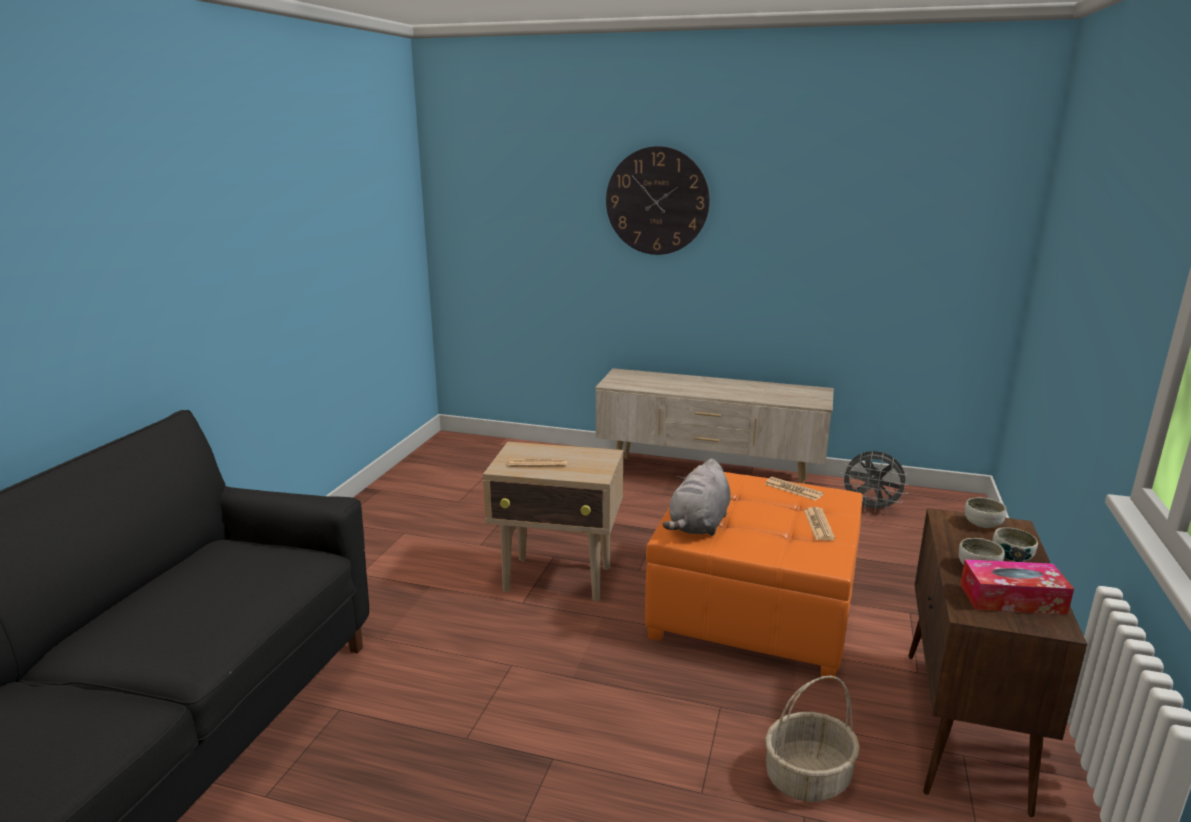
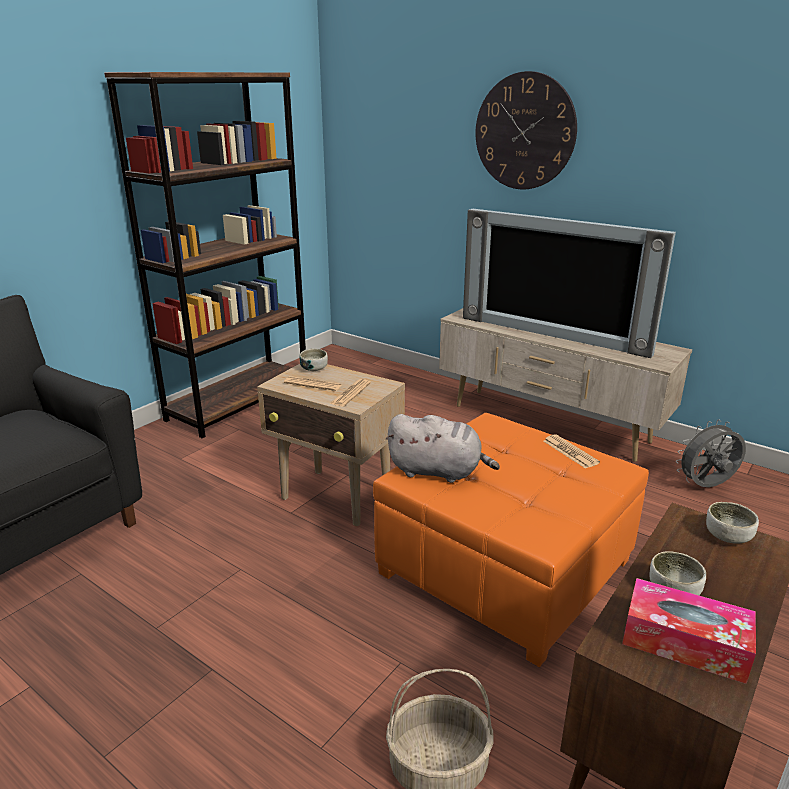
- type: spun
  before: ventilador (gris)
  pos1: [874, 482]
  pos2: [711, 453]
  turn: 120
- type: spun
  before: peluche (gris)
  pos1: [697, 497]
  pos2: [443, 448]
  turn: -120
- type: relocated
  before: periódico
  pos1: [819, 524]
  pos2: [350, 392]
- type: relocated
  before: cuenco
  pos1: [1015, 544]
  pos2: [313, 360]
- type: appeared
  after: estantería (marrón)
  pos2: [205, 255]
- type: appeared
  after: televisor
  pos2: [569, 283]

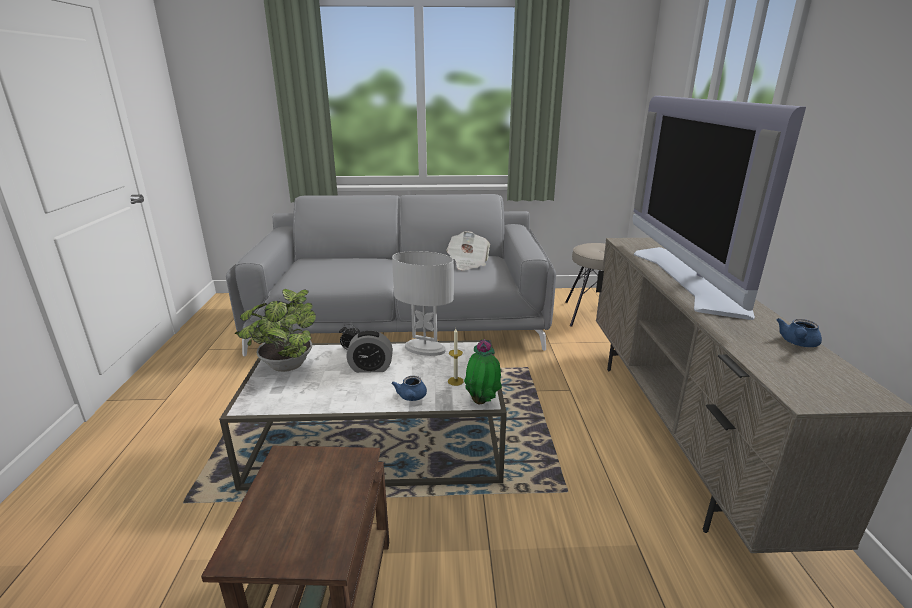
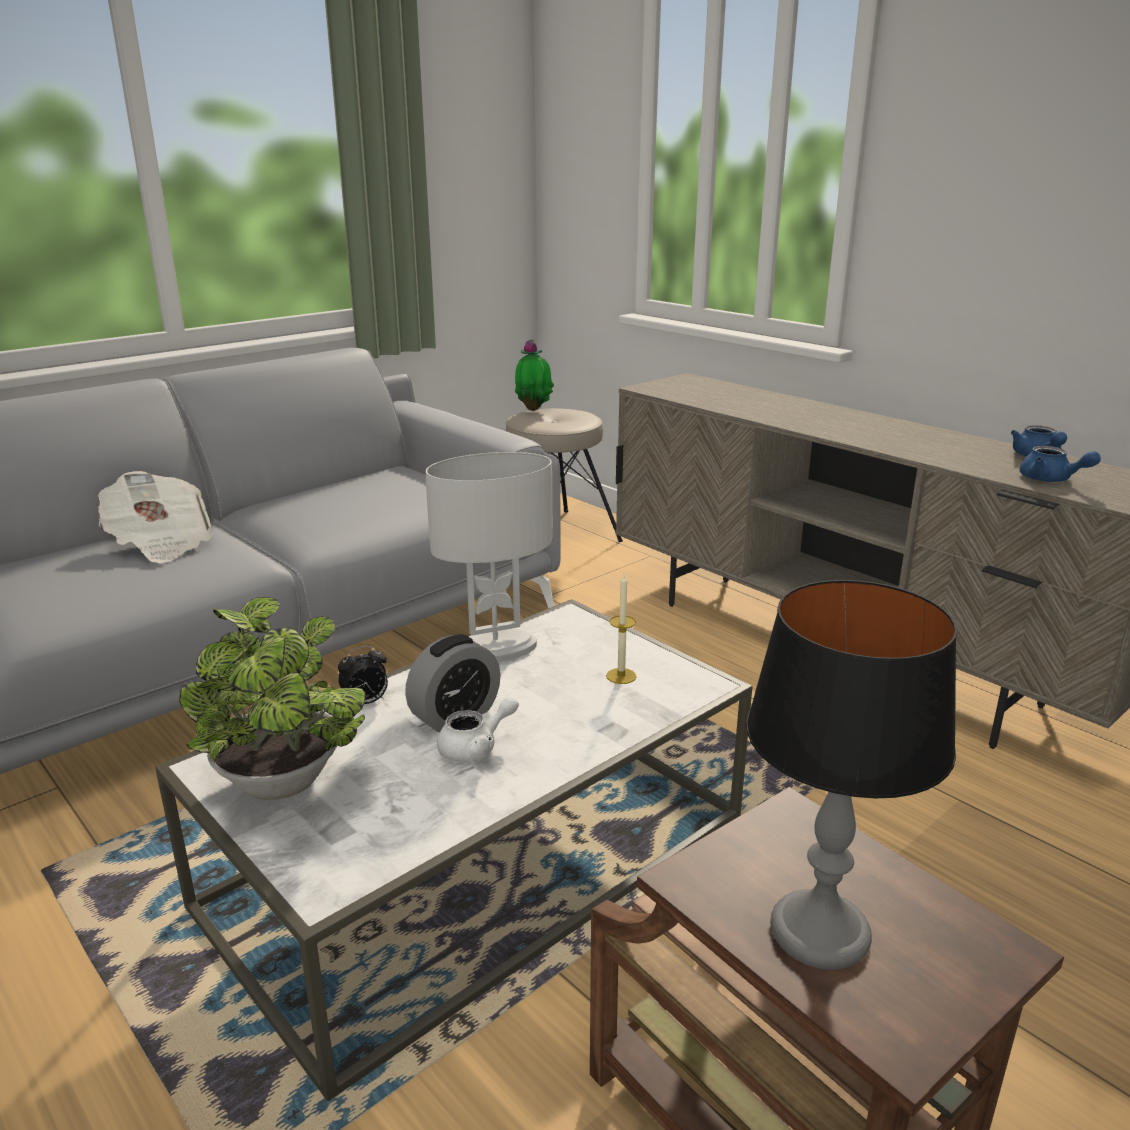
- type: missing
  before: televisor
  pos1: [719, 208]
- type: relocated
  before: periódico
  pos1: [468, 250]
  pos2: [155, 517]
- type: relocated
  before: planta en maceta
  pos1: [483, 371]
  pos2: [534, 375]
- type: relocated
  before: tetera (azul)
  pos1: [409, 388]
  pos2: [1060, 464]
- type: appeared
  after: lámpara de mesa
  pos2: [851, 775]
- type: appeared
  after: tetera (blanco)
  pos2: [478, 728]

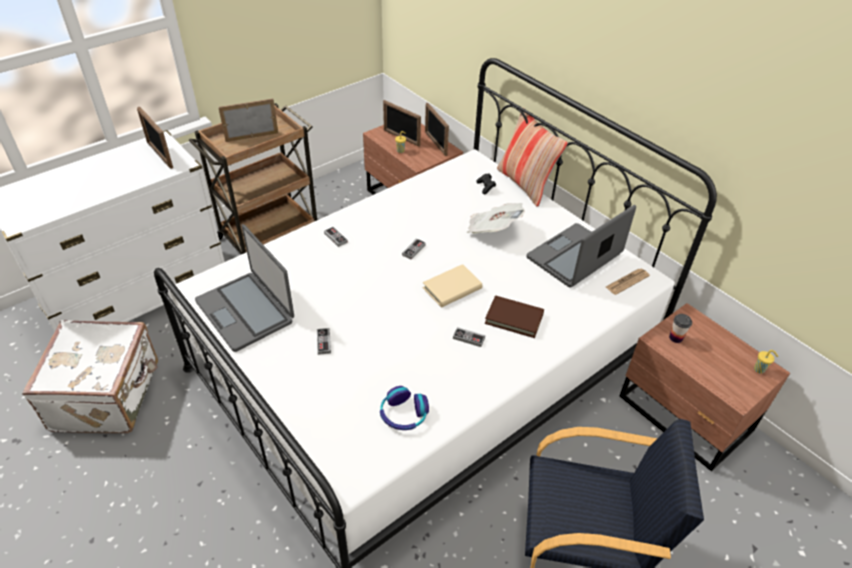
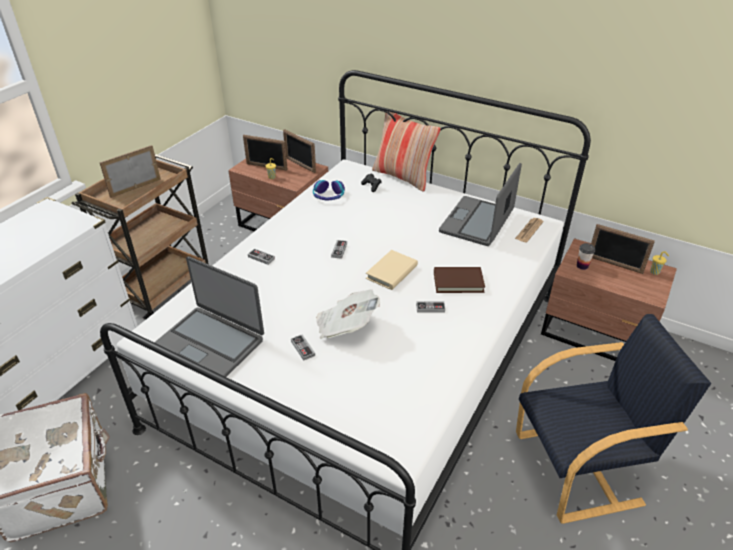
- type: relocated
  before: portarretratos
  pos1: [155, 138]
  pos2: [623, 249]
- type: relocated
  before: periódico
  pos1: [496, 218]
  pos2: [348, 314]
- type: relocated
  before: auriculares
  pos1: [404, 408]
  pos2: [329, 190]

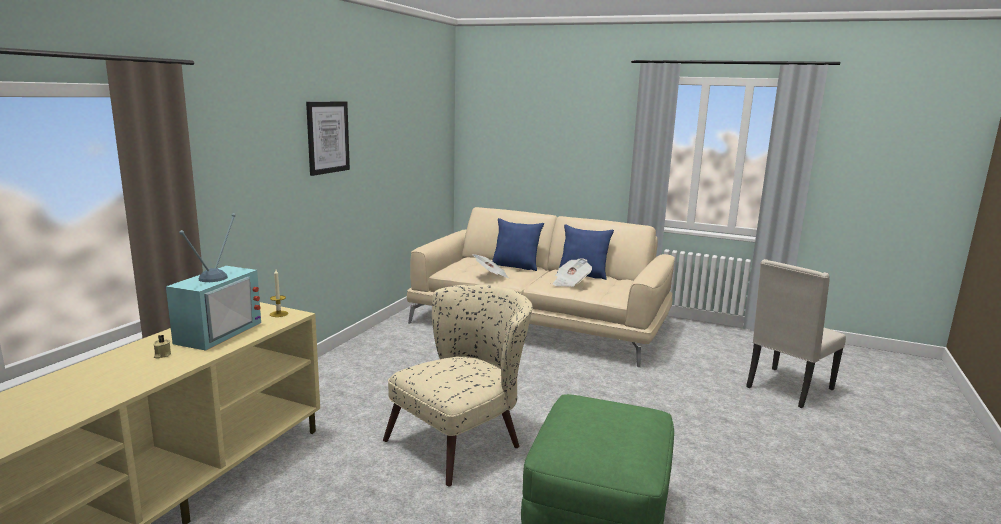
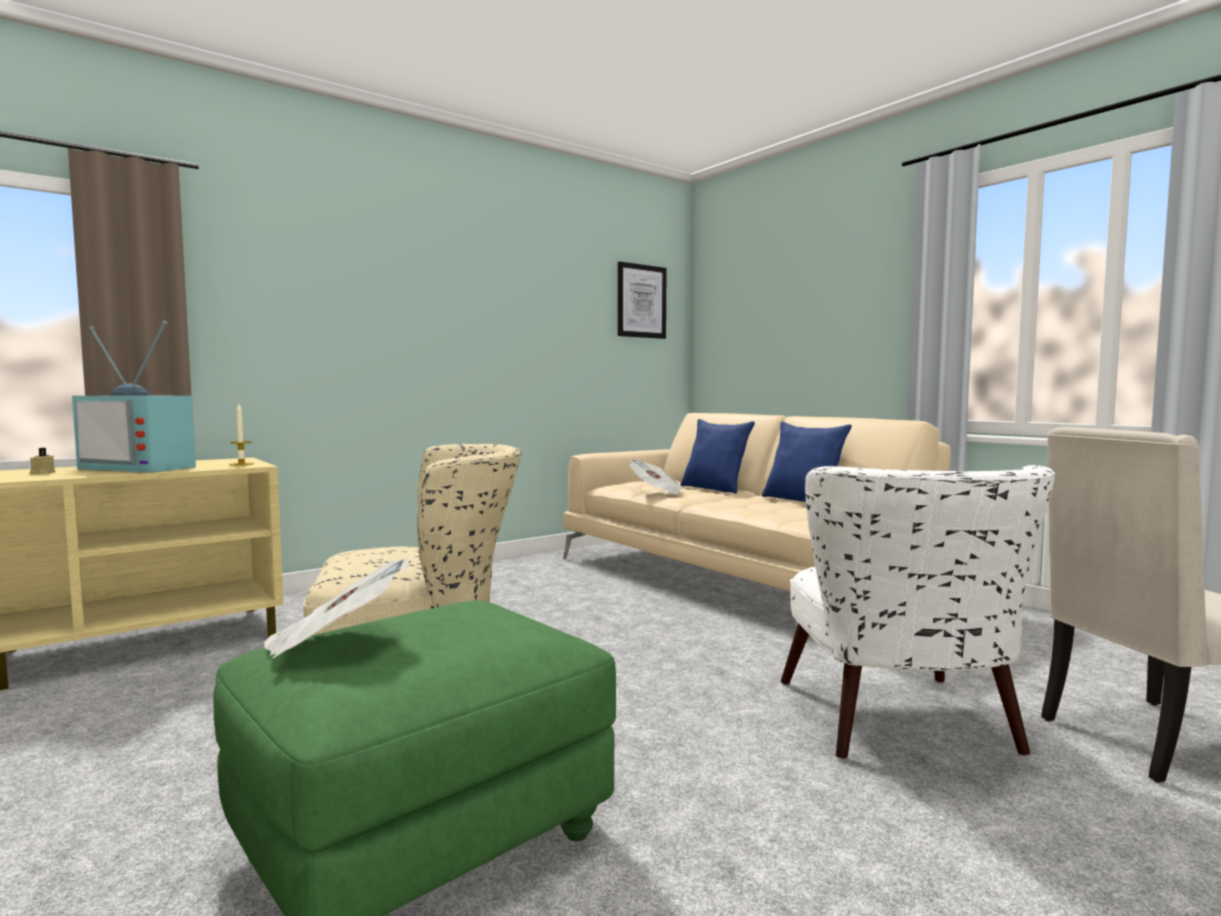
- type: relocated
  before: cuadro
  pos1: [328, 138]
  pos2: [642, 300]
- type: spun
  before: televisor
  pos1: [213, 282]
  pos2: [134, 397]
  turn: 60
- type: relocated
  before: periódico
  pos1: [572, 272]
  pos2: [336, 609]
- type: appeared
  after: sillón (blanco)
  pos2: [918, 612]

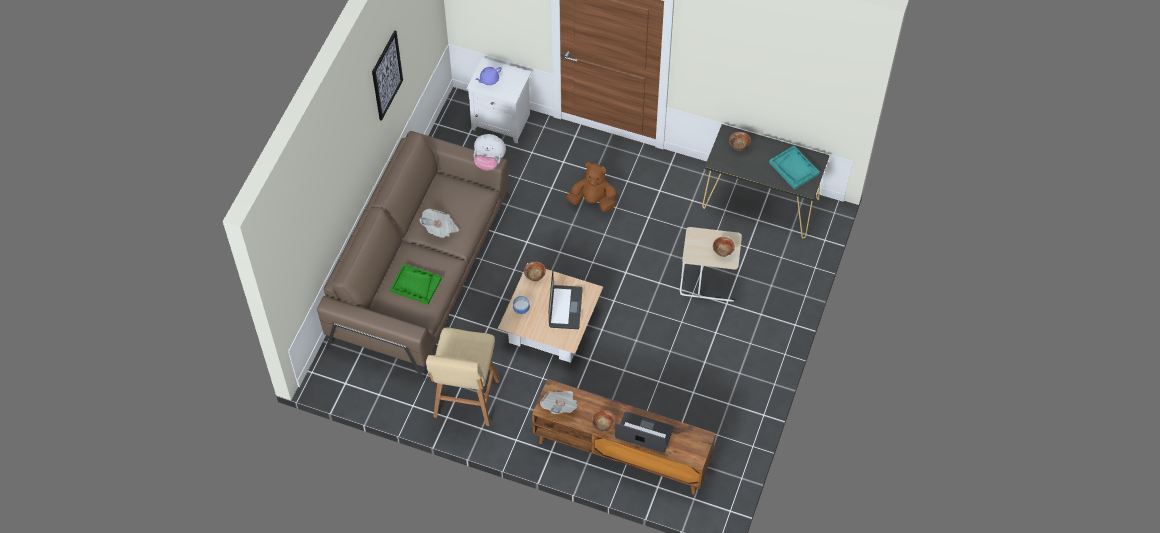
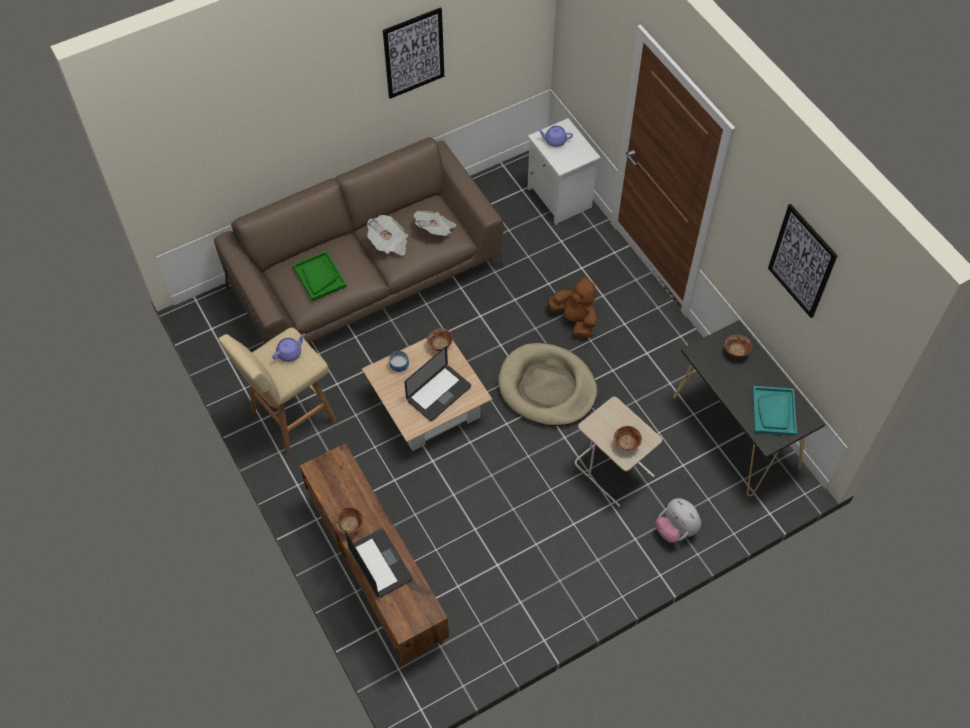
- type: relocated
  before: peluche
  pos1: [489, 152]
  pos2: [678, 520]
- type: relocated
  before: periódico
  pos1: [559, 402]
  pos2: [435, 223]
- type: appeared
  after: cuadro
  pos2: [803, 261]
- type: appeared
  after: tetera (morado)
  pos2: [288, 348]
- type: appeared
  after: cama para perro (beis)
  pos2: [547, 384]

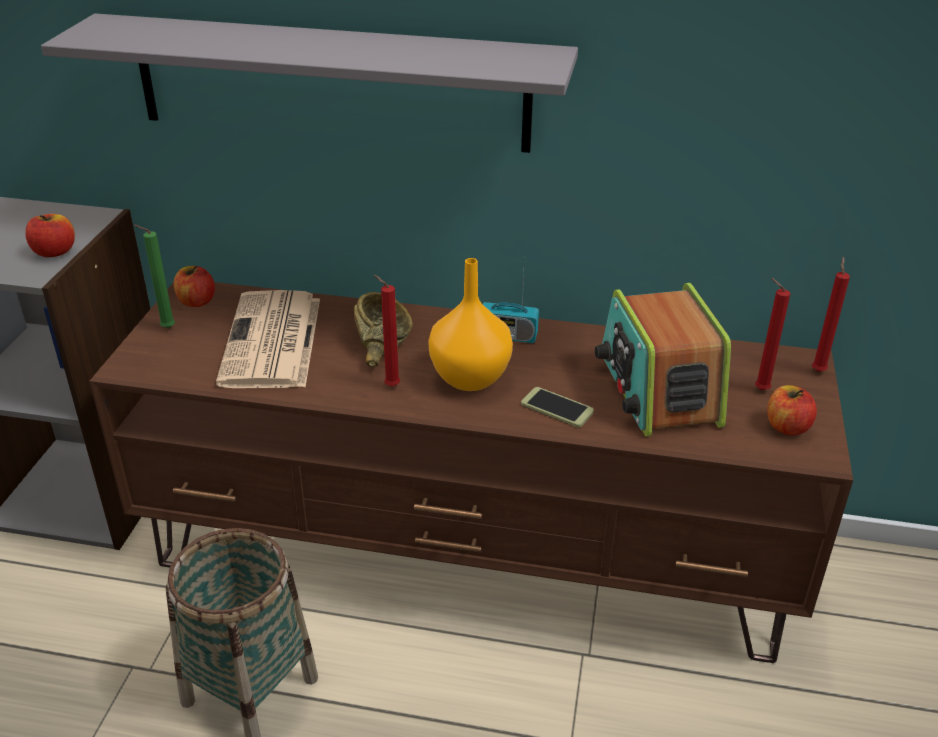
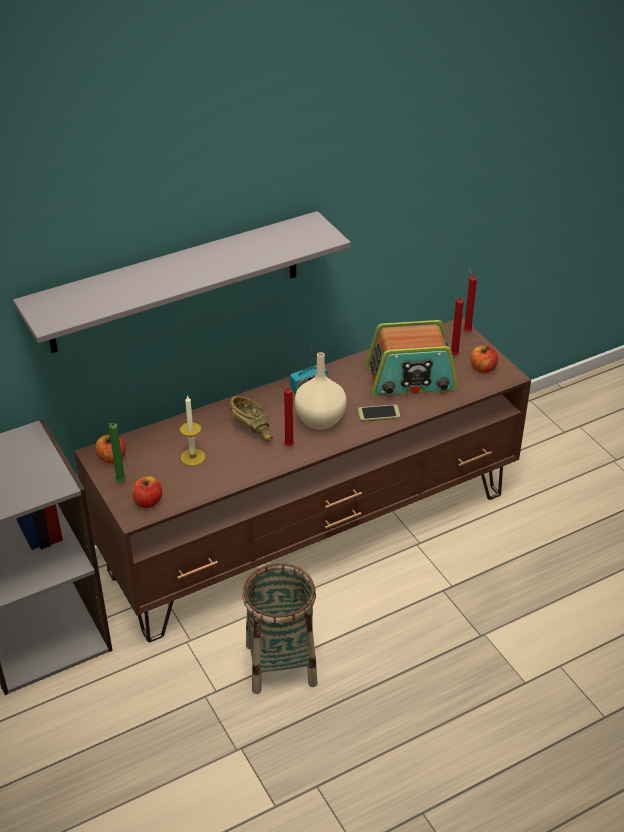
- type: relocated
  before: manzana
  pos1: [50, 235]
  pos2: [147, 492]
- type: colour
  before: florero (naranja)
  after: florero (beis)
  pos1: [470, 324]
  pos2: [320, 391]
- type: spun
  before: radio
  pos1: [663, 360]
  pos2: [411, 358]
  turn: -45
- type: exchanged
  before: periódico
  after: vela
  pos1: [268, 339]
  pos2: [192, 430]

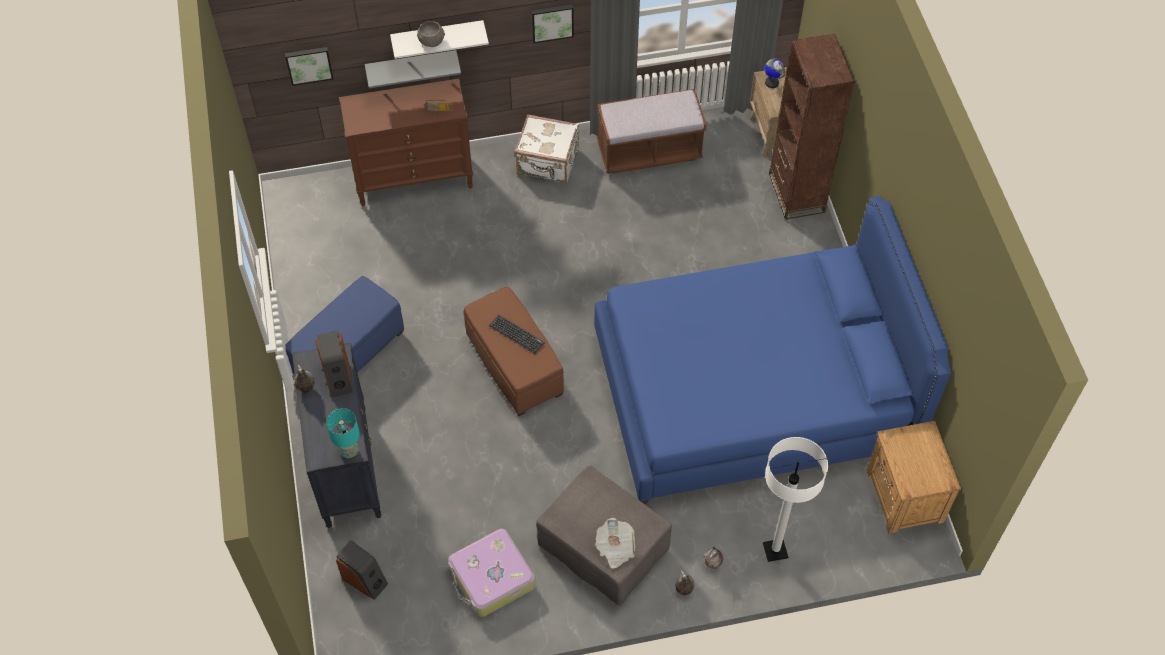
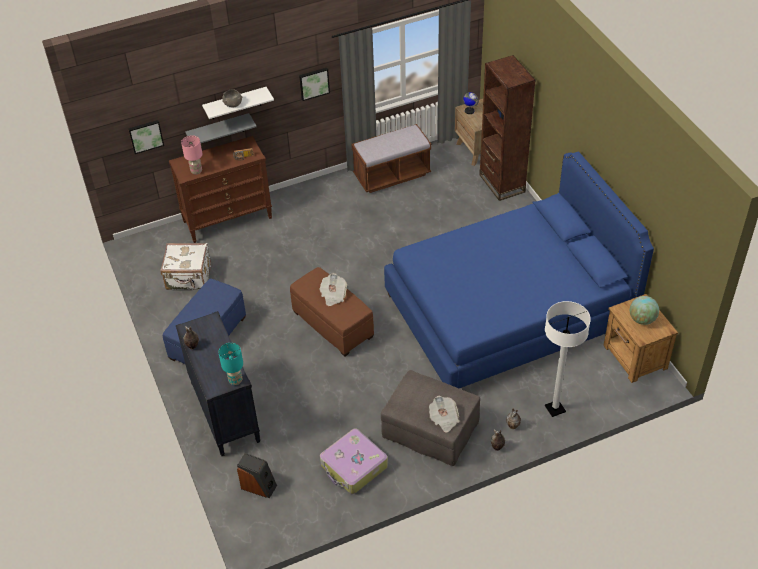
- type: relocated
  before: maleta (blanco)
  pos1: [547, 148]
  pos2: [185, 266]
- type: exchanged
  before: teclado
  after: periódico
  pos1: [517, 334]
  pos2: [333, 289]
- type: missing
  before: altavoz
  pos1: [334, 363]
- type: appeared
  after: lámpara de mesa (rosa)
  pos2: [191, 155]
- type: appeared
  after: globo terráqueo
  pos2: [644, 310]

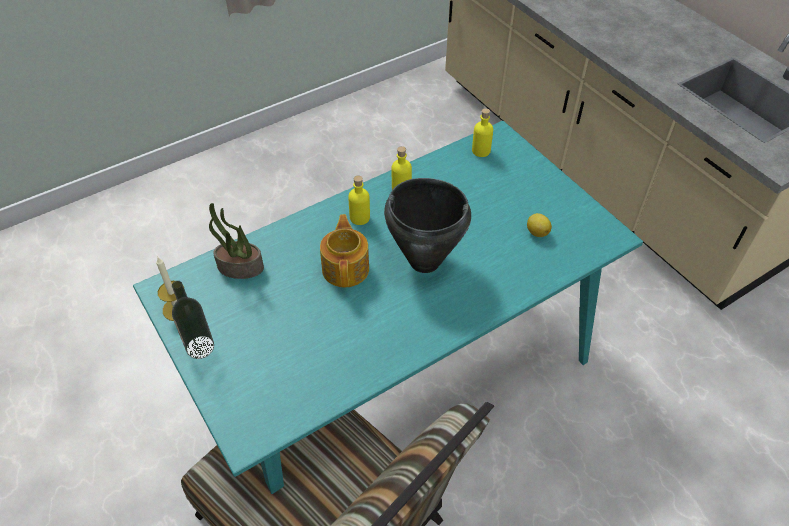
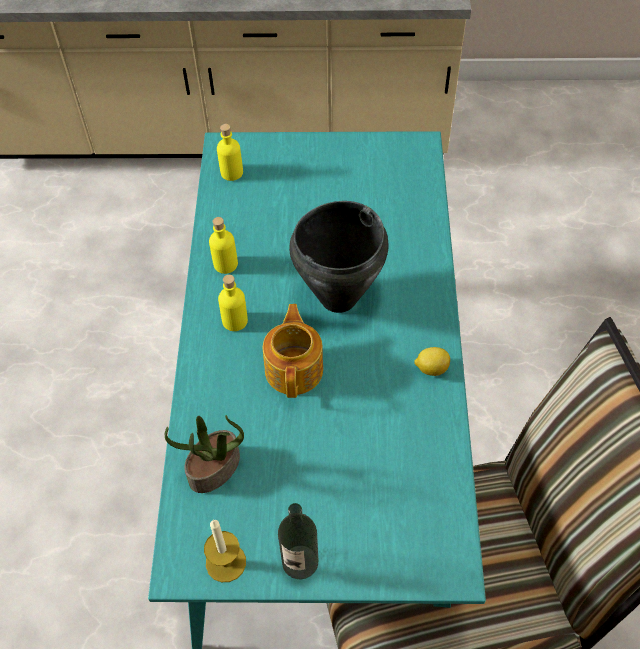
- type: relocated
  before: limón
  pos1: [539, 225]
  pos2: [432, 361]
- type: spun
  before: tetera
  pos1: [344, 251]
  pos2: [293, 351]
  turn: 60

